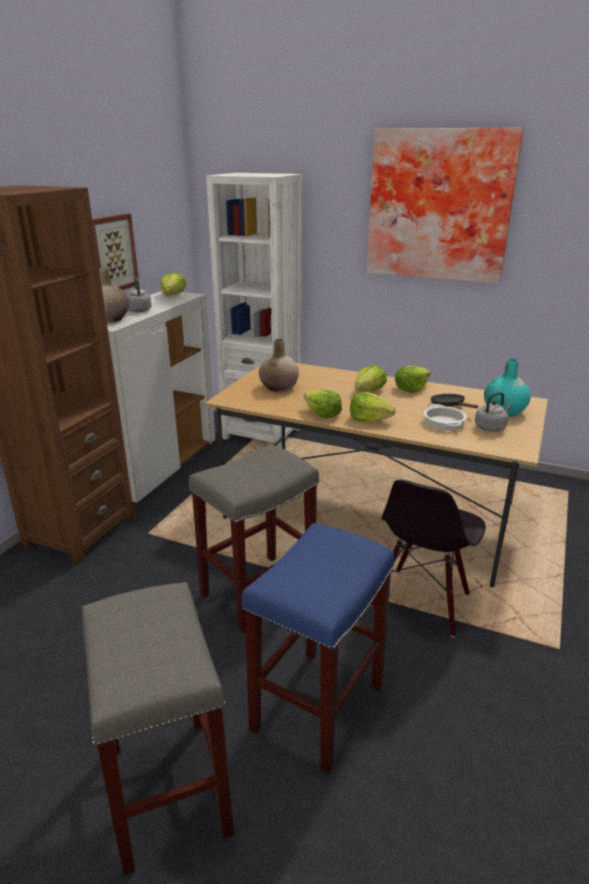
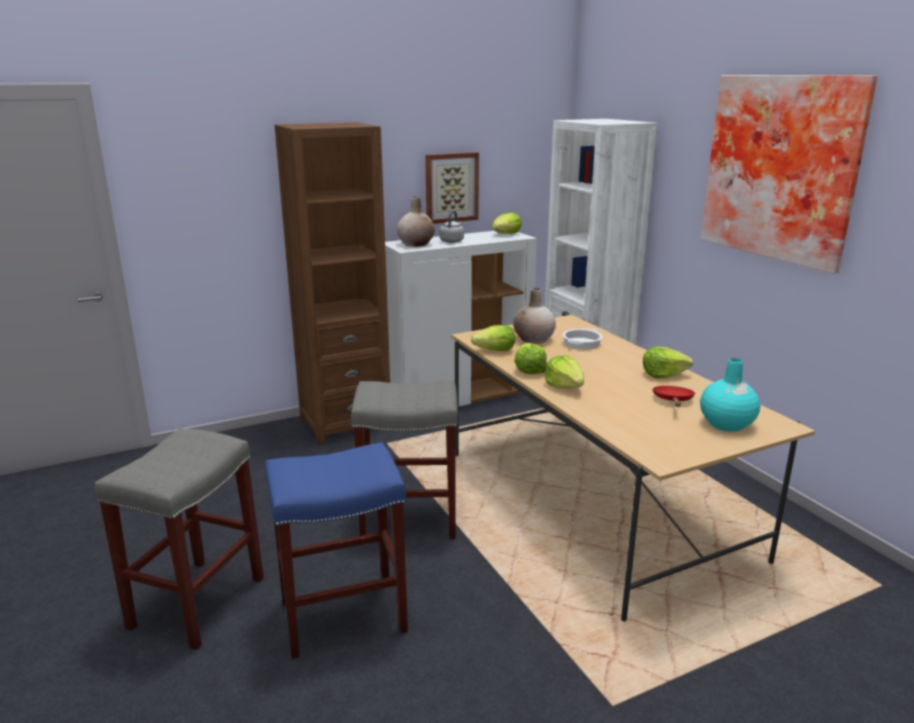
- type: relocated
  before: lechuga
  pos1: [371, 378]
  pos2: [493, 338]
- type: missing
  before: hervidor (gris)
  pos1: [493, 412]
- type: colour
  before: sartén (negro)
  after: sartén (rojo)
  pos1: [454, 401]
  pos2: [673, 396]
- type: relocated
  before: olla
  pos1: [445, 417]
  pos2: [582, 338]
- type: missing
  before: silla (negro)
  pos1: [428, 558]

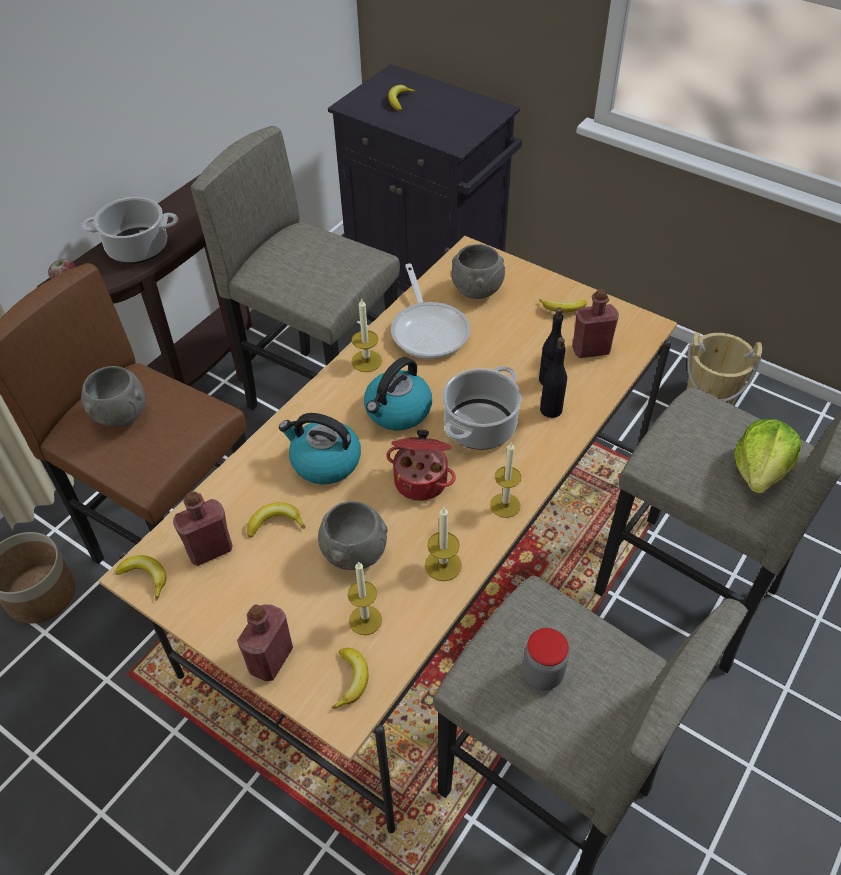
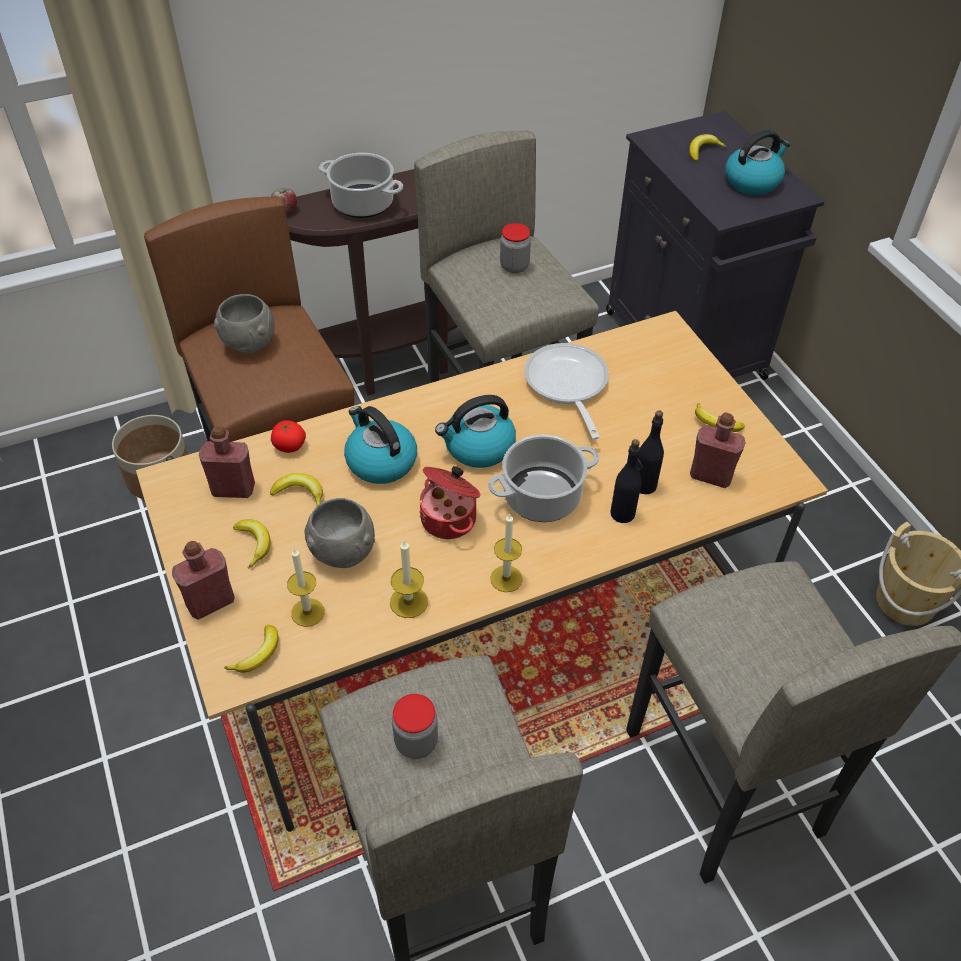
- type: missing
  before: cuenco (gris)
  pos1: [478, 271]
- type: spun
  before: sartén
  pos1: [430, 311]
  pos2: [566, 391]
  turn: 150
- type: missing
  before: vela
  pos1: [366, 335]
- type: missing
  before: lechuga
  pos1: [768, 456]
- type: relocated
  before: plátano
  pos1: [140, 578]
  pos2: [252, 544]
- type: appeared
  after: hervidor
  pos2: [757, 162]
- type: appeared
  after: tarro
  pos2: [515, 248]
- type: appeared
  after: tomate
  pos2: [288, 436]

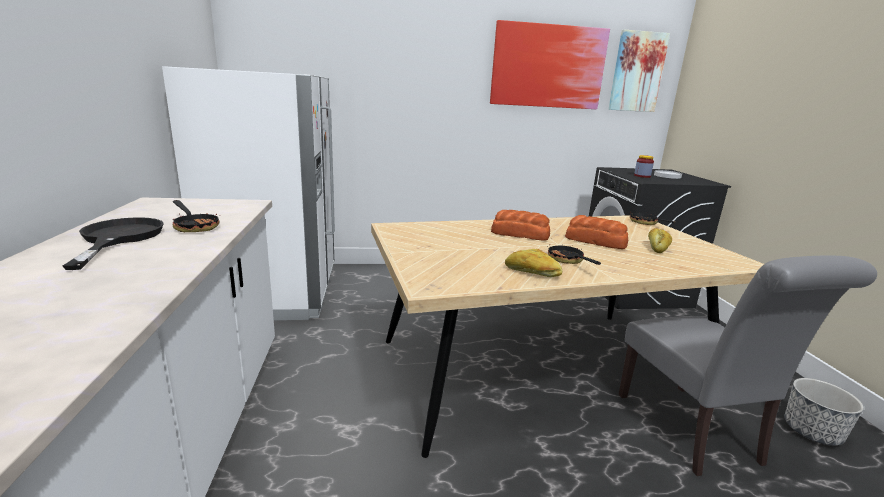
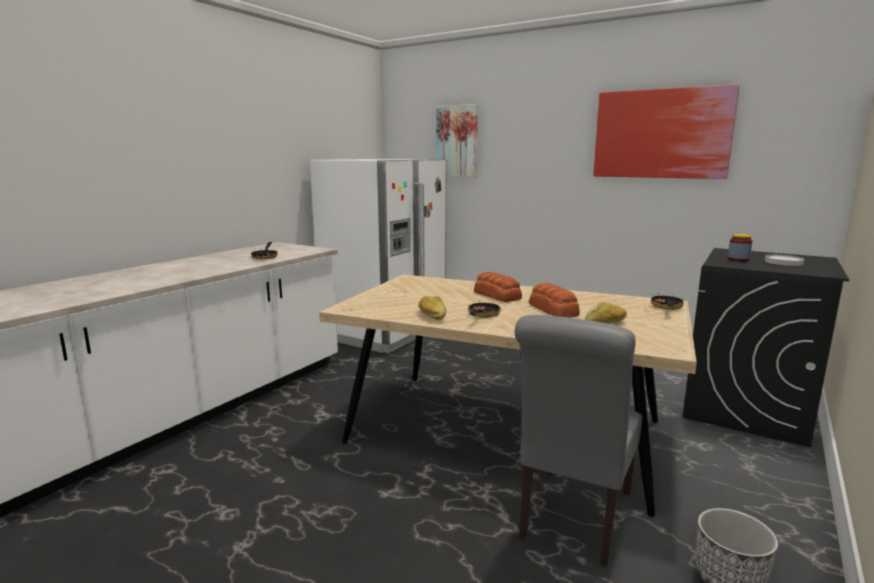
- type: relocated
  before: cuadro
  pos1: [639, 71]
  pos2: [457, 141]
- type: missing
  before: sartén (negro)
  pos1: [113, 243]

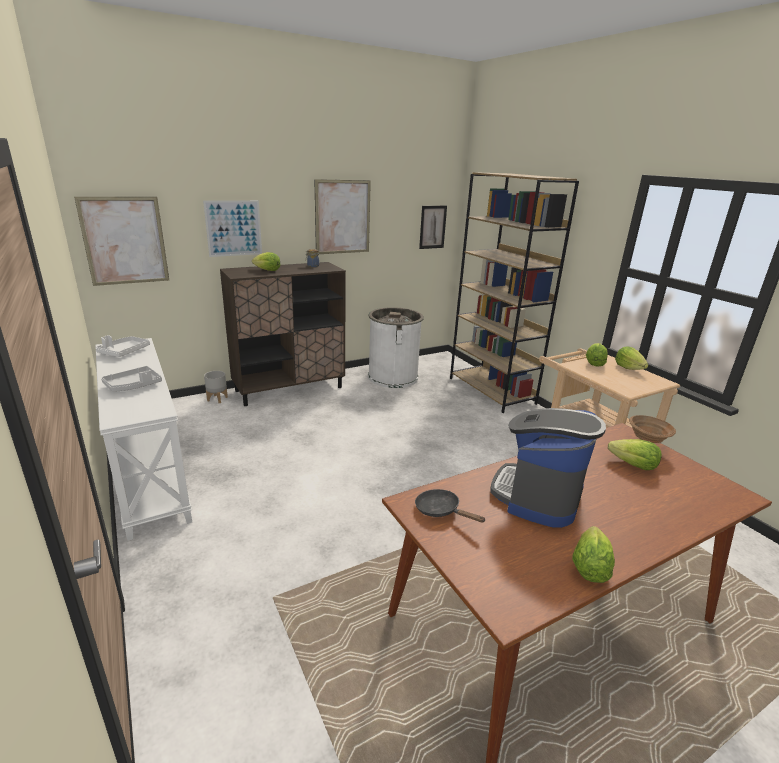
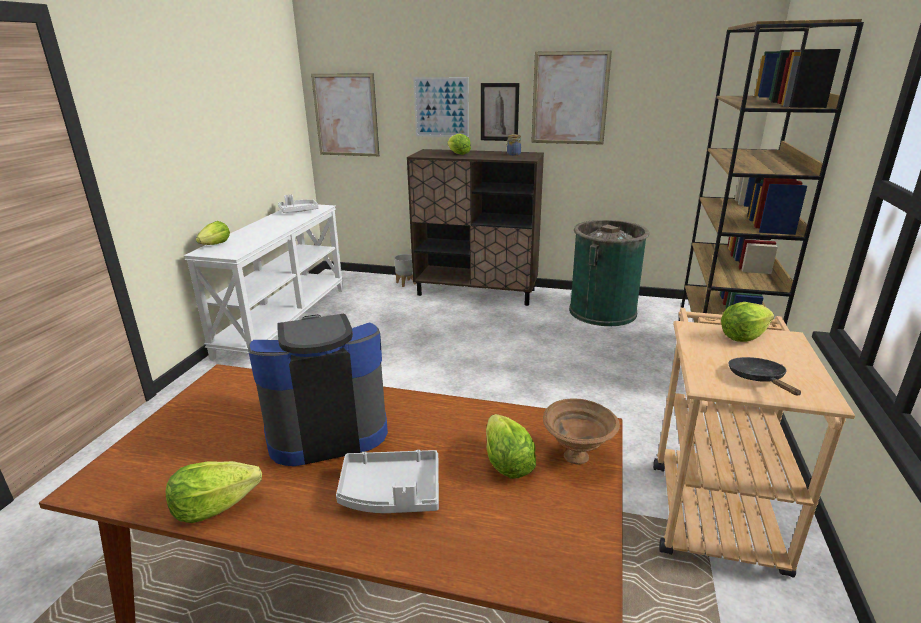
- type: relocated
  before: cuadro
  pos1: [433, 227]
  pos2: [500, 112]
- type: colour
  before: papelera (blanco)
  after: papelera (verde)
  pos1: [396, 347]
  pos2: [609, 273]
- type: relocated
  before: lechuga
  pos1: [631, 358]
  pos2: [213, 233]
- type: relocated
  before: bandeja (gris)
  pos1: [131, 379]
  pos2: [387, 481]
- type: relocated
  before: sartén (negro)
  pos1: [450, 506]
  pos2: [764, 376]

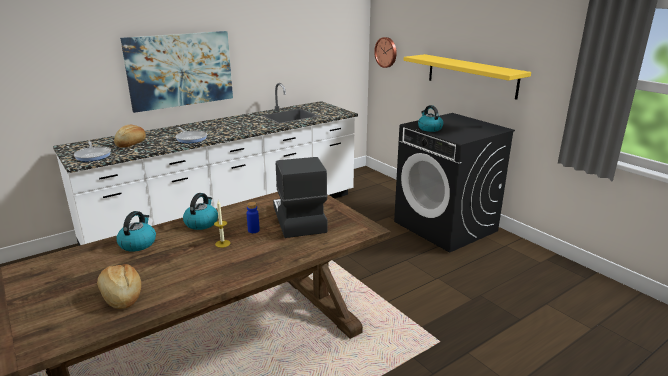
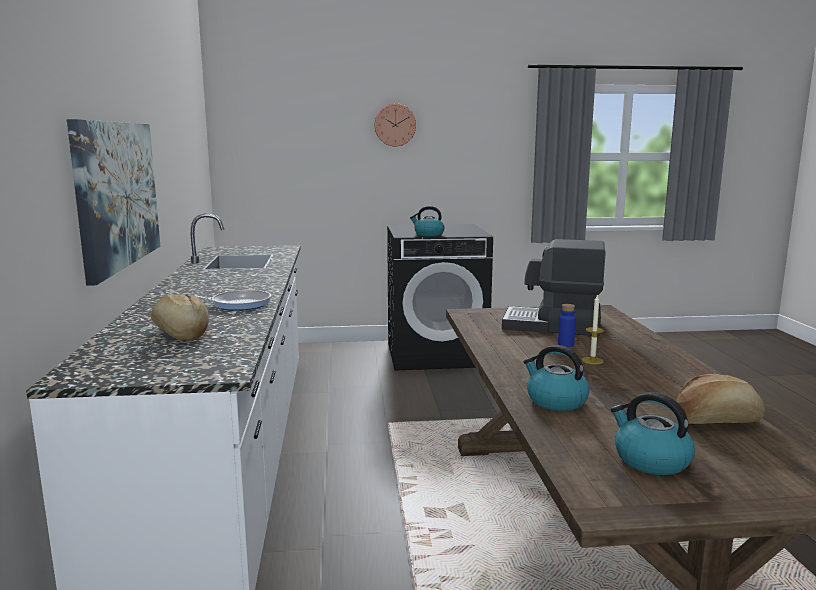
- type: relocated
  before: reloj de pared
  pos1: [385, 52]
  pos2: [395, 125]
- type: missing
  before: estante (amarillo)
  pos1: [467, 77]
- type: missing
  before: sartén
  pos1: [92, 151]
- type: relocated
  before: hervidor
  pos1: [200, 211]
  pos2: [653, 433]

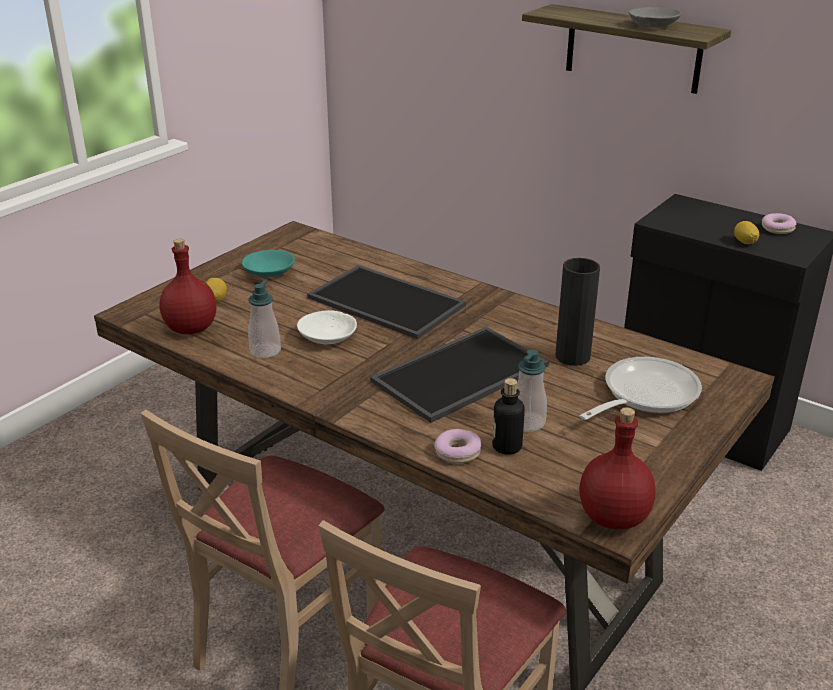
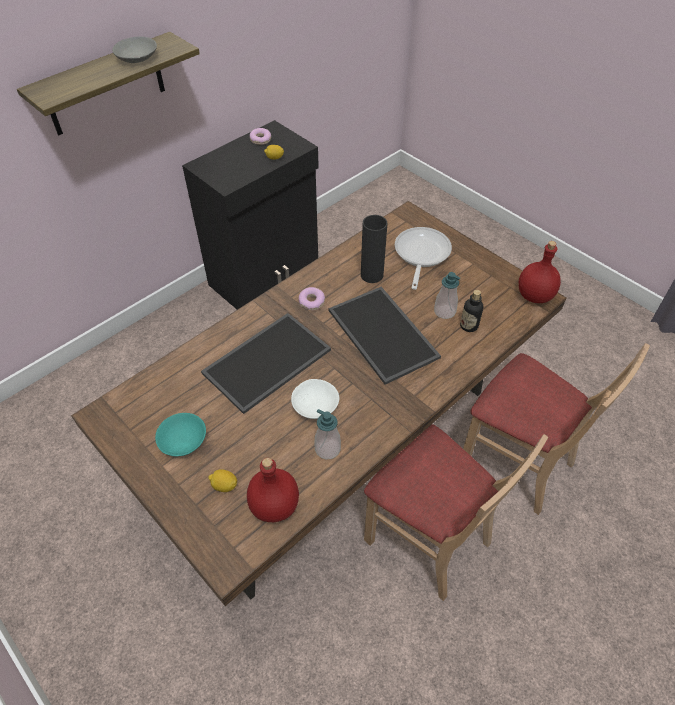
- type: spun
  before: sartén
  pos1: [641, 388]
  pos2: [423, 258]
  turn: 45
- type: relocated
  before: rosquilla
  pos1: [457, 446]
  pos2: [312, 298]

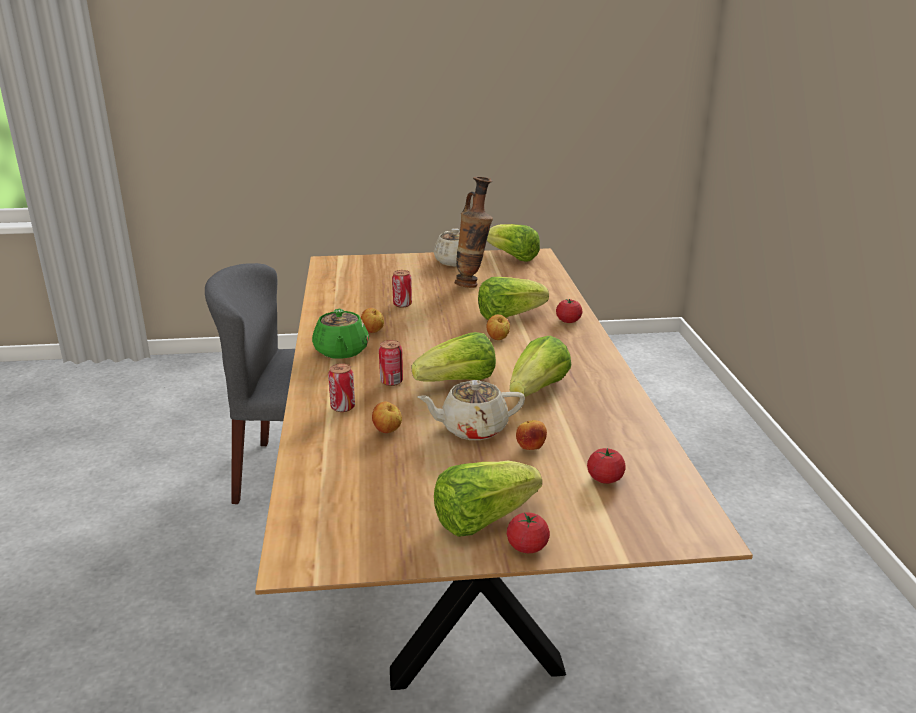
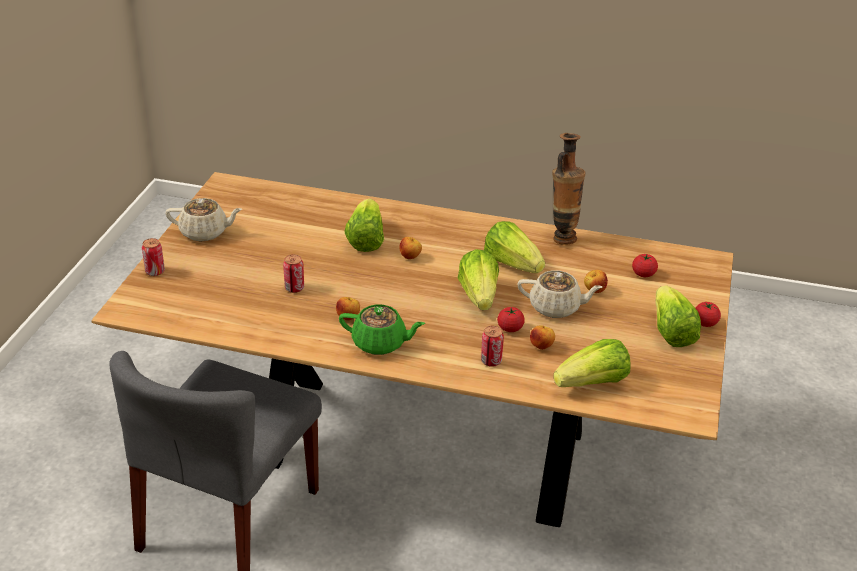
- type: relocated
  before: florero
  pos1: [474, 232]
  pos2: [569, 189]
- type: relocated
  before: lechuga
  pos1: [513, 243]
  pos2: [591, 363]
- type: relocated
  before: tomate
  pos1: [569, 310]
  pos2: [511, 319]
- type: relocated
  before: lata
  pos1: [391, 363]
  pos2: [153, 257]
- type: spun
  before: tetera (beis)
  pos1: [471, 410]
  pos2: [560, 294]
  turn: -90

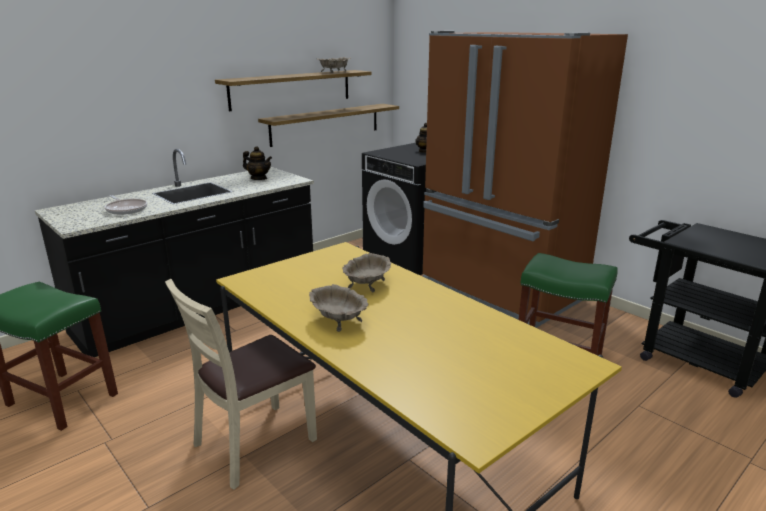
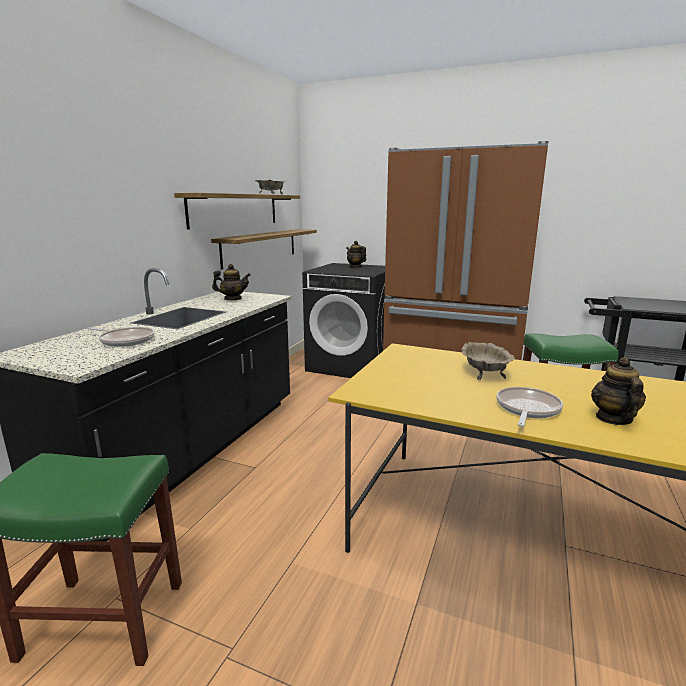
- type: missing
  before: silla (beis)
  pos1: [241, 384]
- type: exchanged
  before: cuenco (beis)
  after: sartén
  pos1: [339, 308]
  pos2: [529, 407]
- type: appeared
  after: tetera
  pos2: [618, 391]

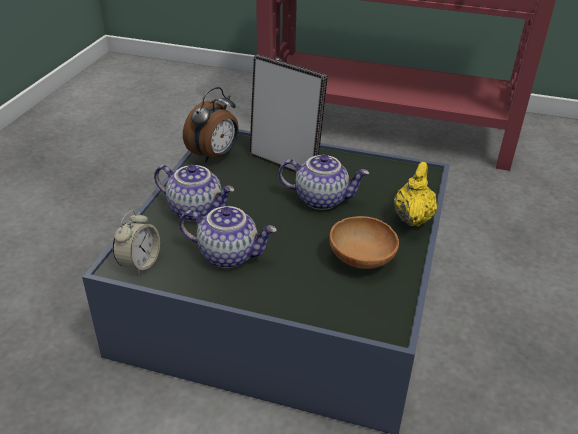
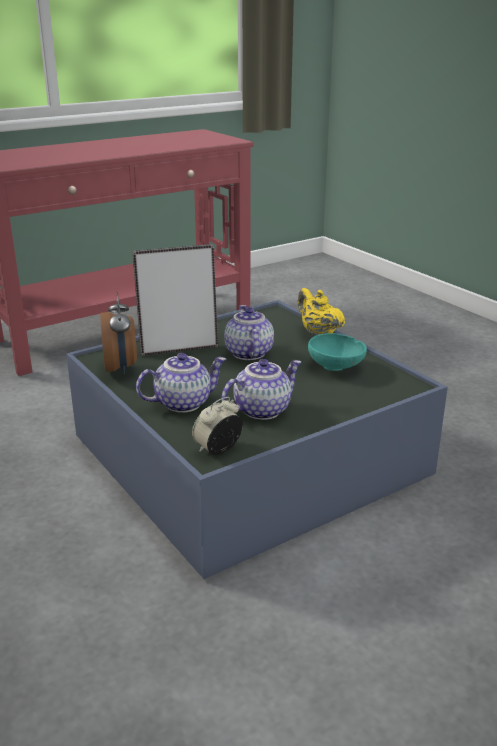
- type: spun
  before: tetera
  pos1: [323, 182]
  pos2: [249, 332]
  turn: -60
- type: spun
  before: despertador
  pos1: [136, 243]
  pos2: [217, 426]
  turn: -105
- type: colour
  before: cuenco (marrón)
  after: cuenco (turquesa)
  pos1: [364, 242]
  pos2: [337, 352]

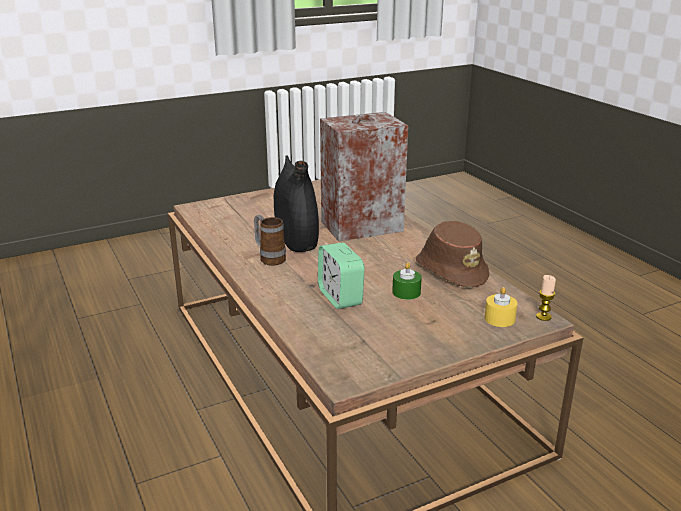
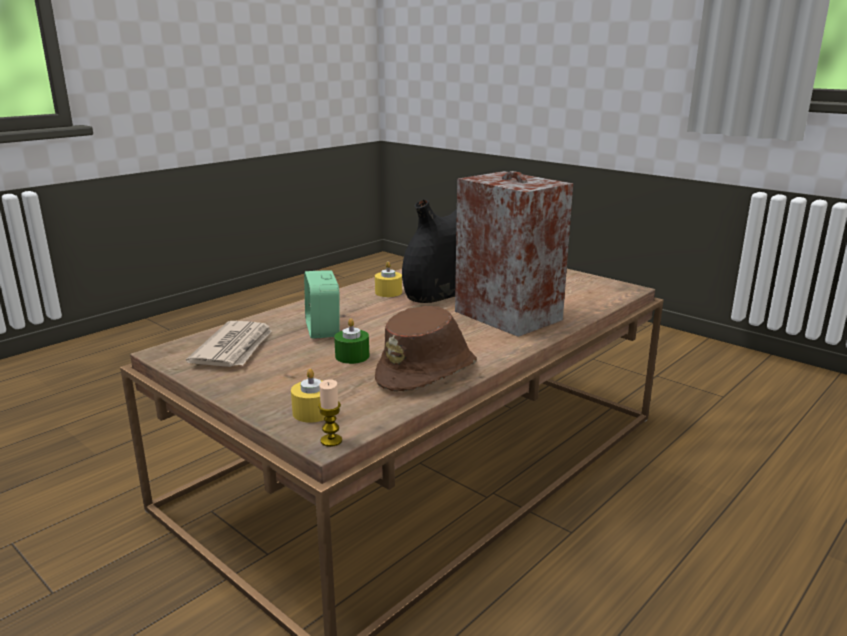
- type: exchanged
  before: taza grande
  after: vela (amarillo)
  pos1: [270, 240]
  pos2: [388, 279]
- type: spun
  before: despertador
  pos1: [341, 275]
  pos2: [322, 304]
  turn: -60
- type: appeared
  after: periódico
  pos2: [229, 344]

